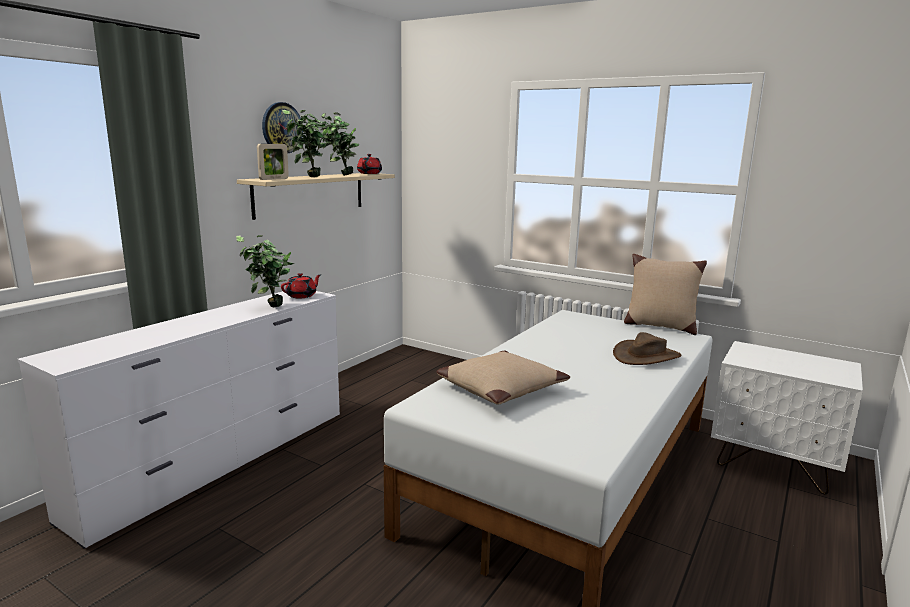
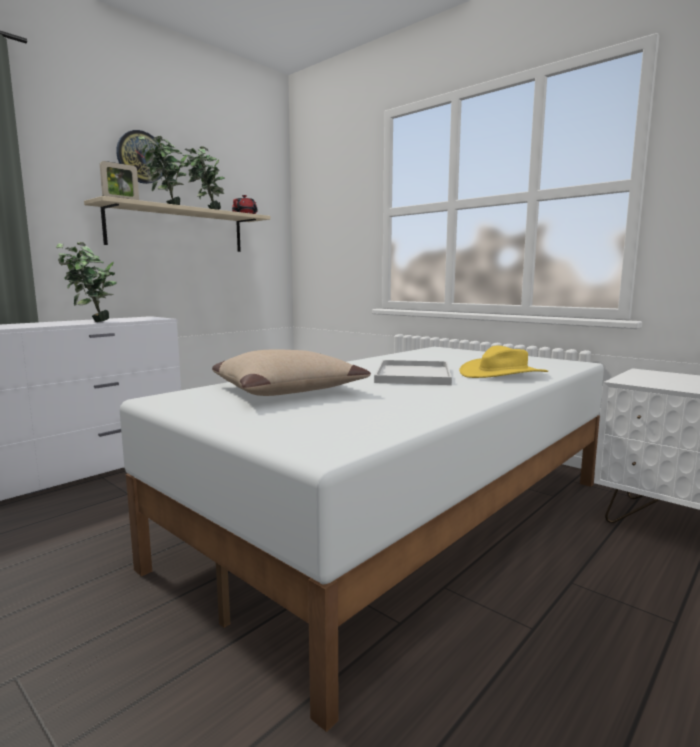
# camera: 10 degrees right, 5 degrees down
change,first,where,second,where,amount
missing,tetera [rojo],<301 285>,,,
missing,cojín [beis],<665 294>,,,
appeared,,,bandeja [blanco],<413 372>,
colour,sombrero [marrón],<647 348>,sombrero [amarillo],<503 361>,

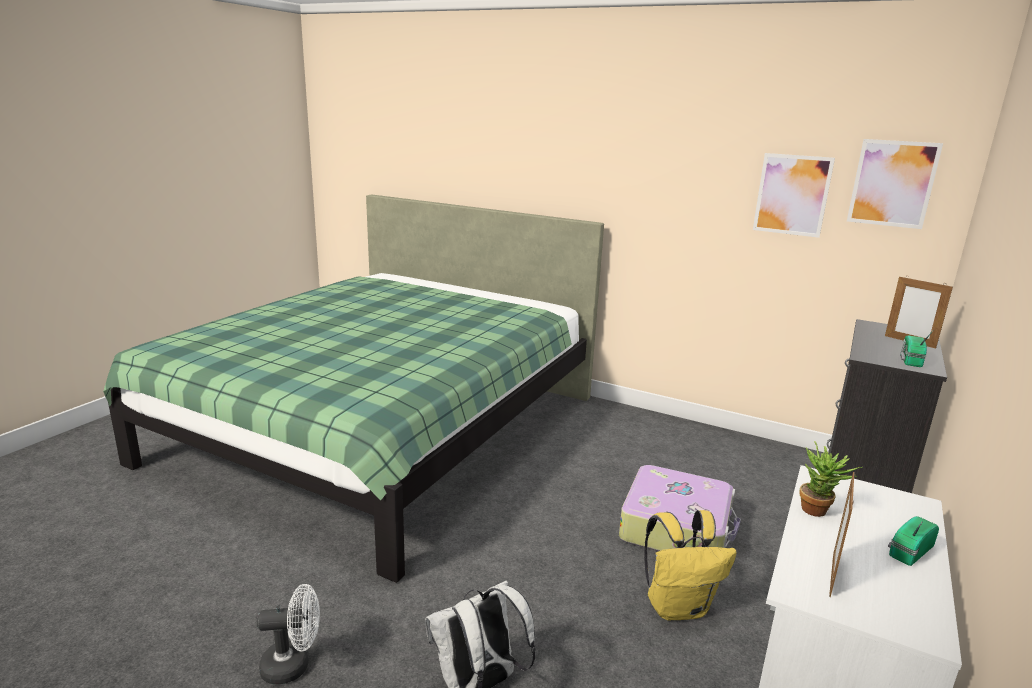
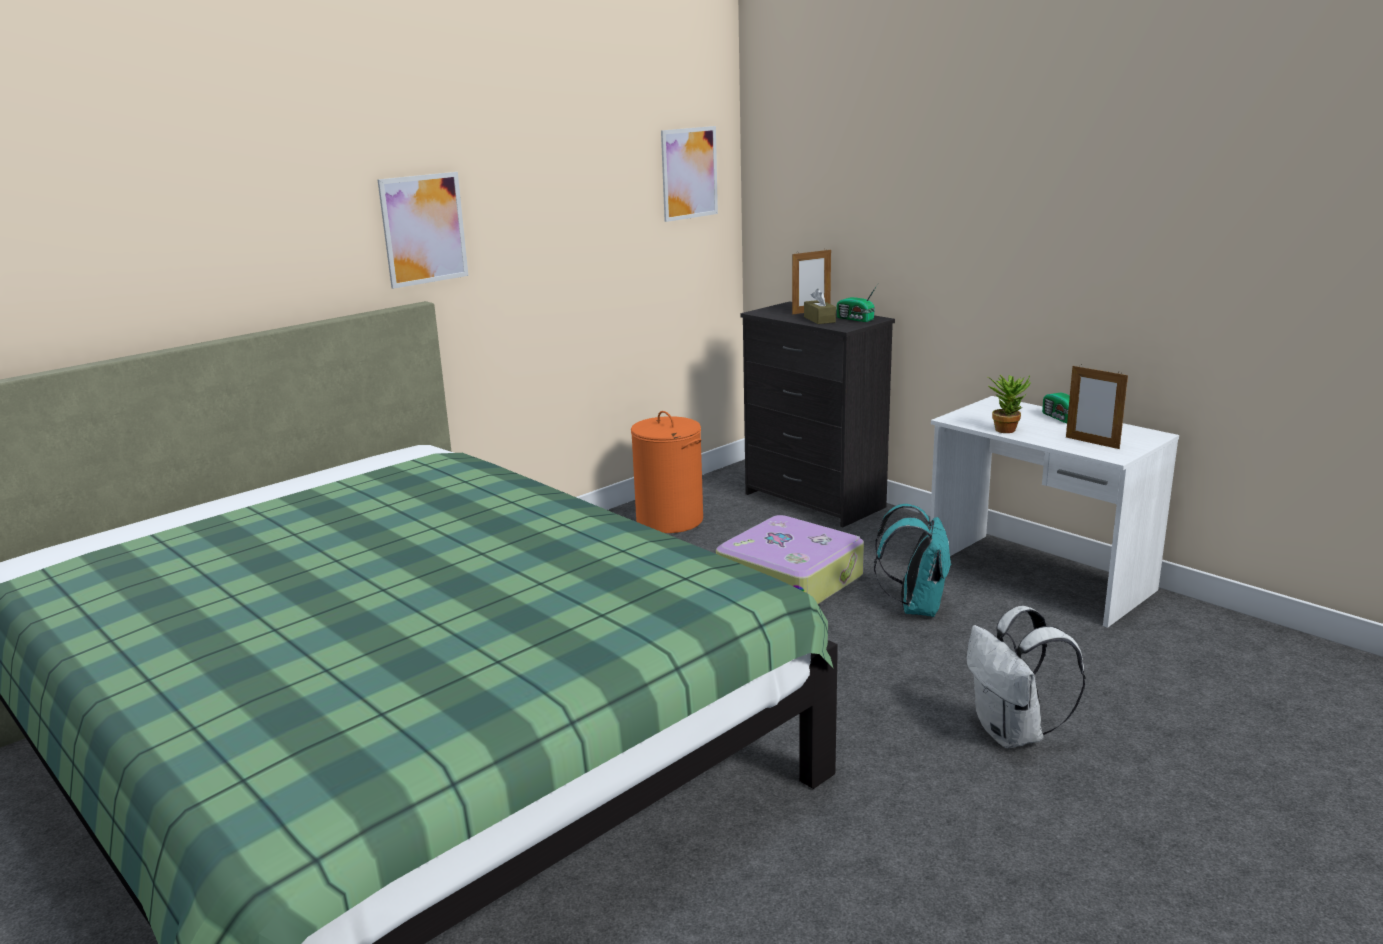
# camera: 70 degrees left, 0 degrees up
change,first,where,second,where,amount
missing,ventilador [blanco],<288 634>,,,
appeared,,,cesto de la ropa [naranja],<667 472>,
appeared,,,caja de pañuelos [marrón],<820 306>,
relocated,cuadro,<794 195>,,<423 230>,
colour,mochila [amarillo],<690 565>,mochila [turquesa],<913 560>,

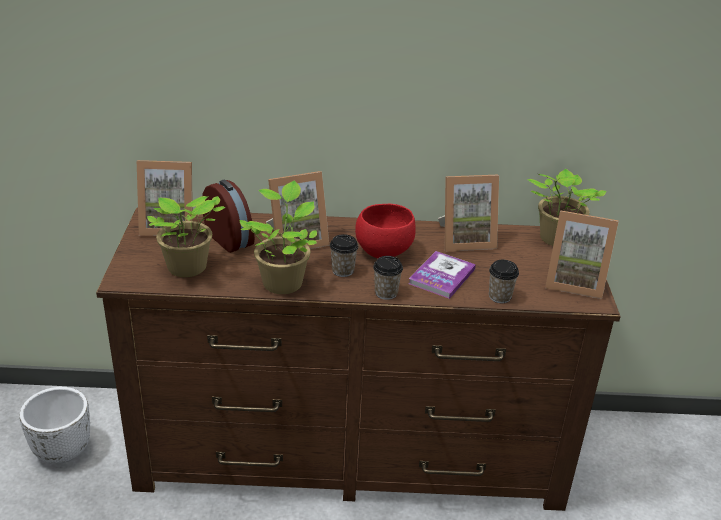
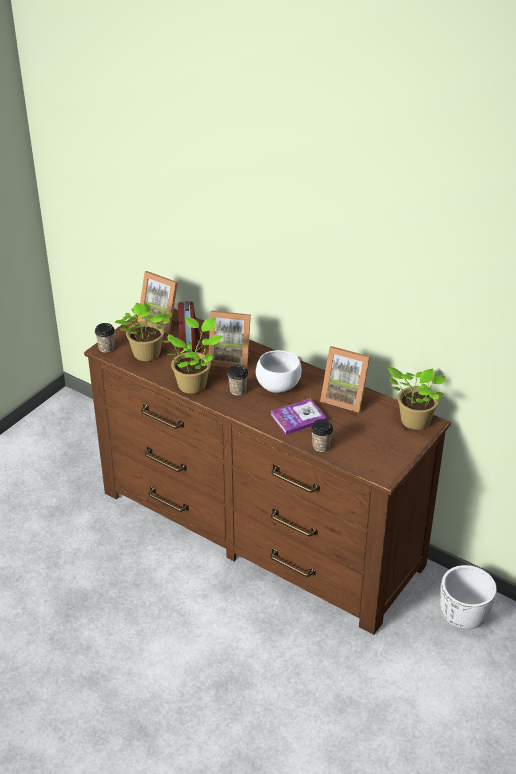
# camera: 35 degrees right, 5 degrees up
change,first,where,second,where,amount
missing,portarretratos,<582 254>,,,
relocated,maceta [blanco],<54 425>,,<468 597>,
relocated,taza,<388 278>,,<105 338>,
colour,cuenco [rojo],<385 231>,cuenco [blanco],<279 371>,

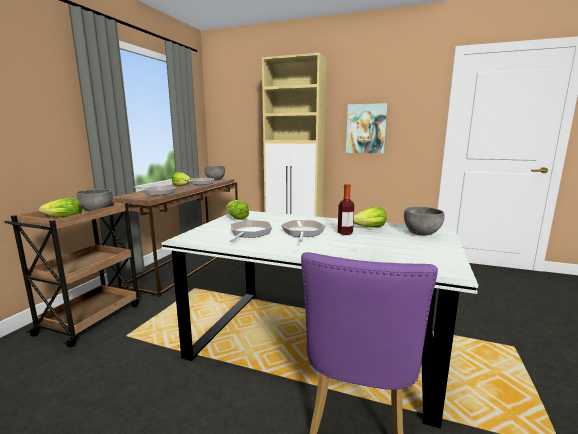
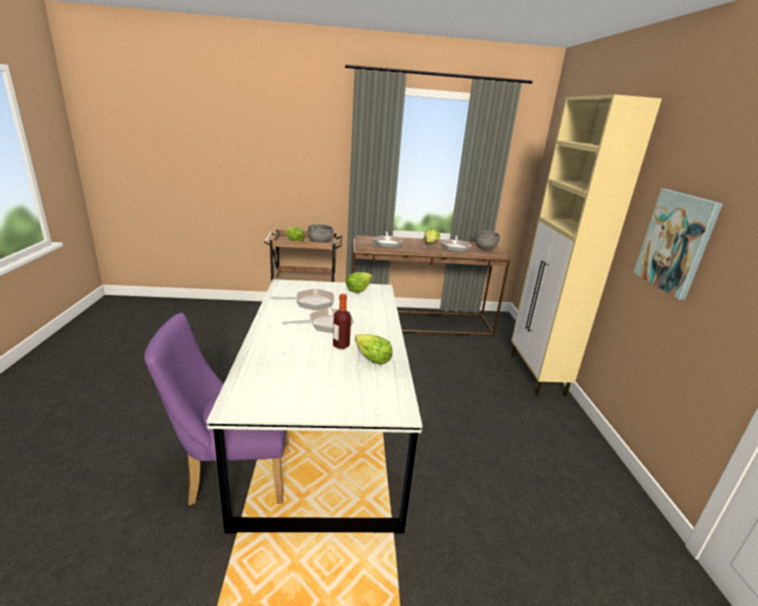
# camera: 65 degrees right, 10 degrees up
change,first,where,second,where,amount
missing,cuenco [gris],<424 221>,,,

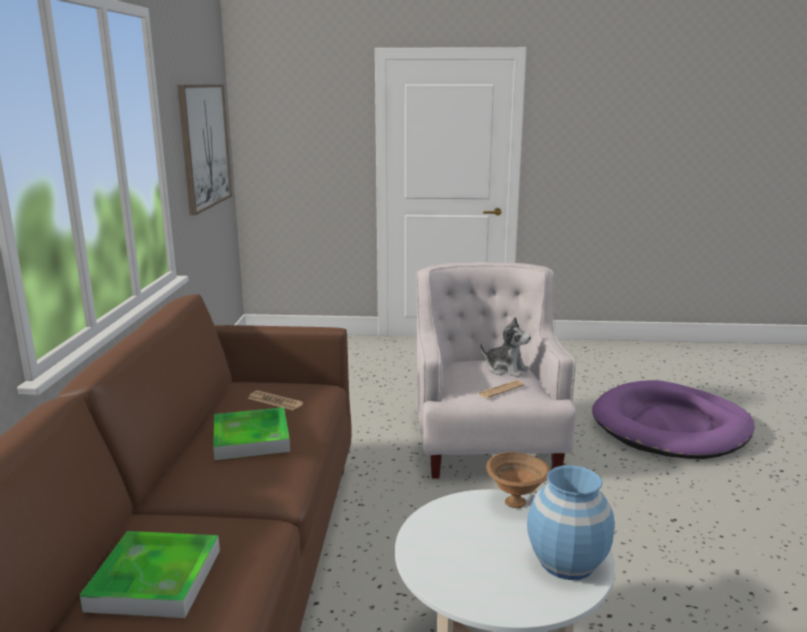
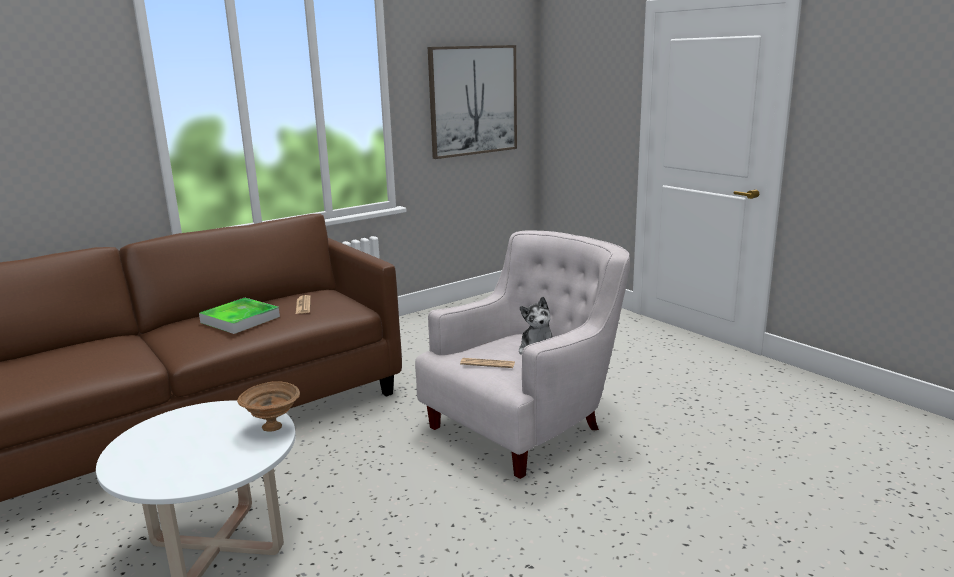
# camera: 50 degrees right, 0 degrees up
change,first,where,second,where,amount
missing,bandeja,<150 574>,,,
missing,florero [azul],<571 522>,,,
missing,cama para perro [morado],<673 419>,,,

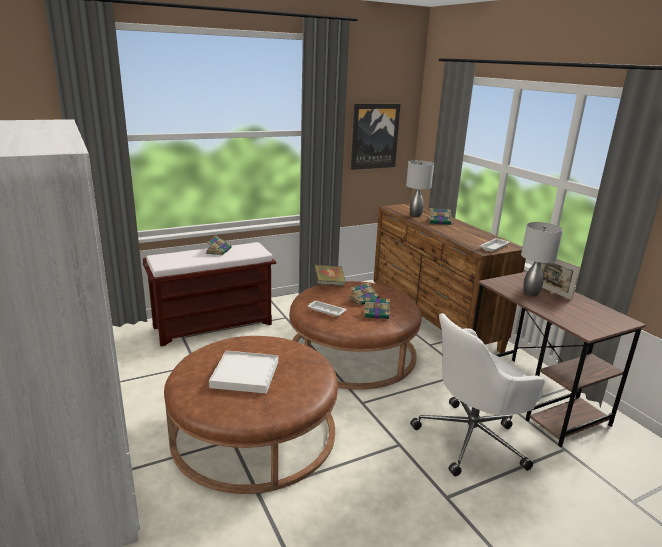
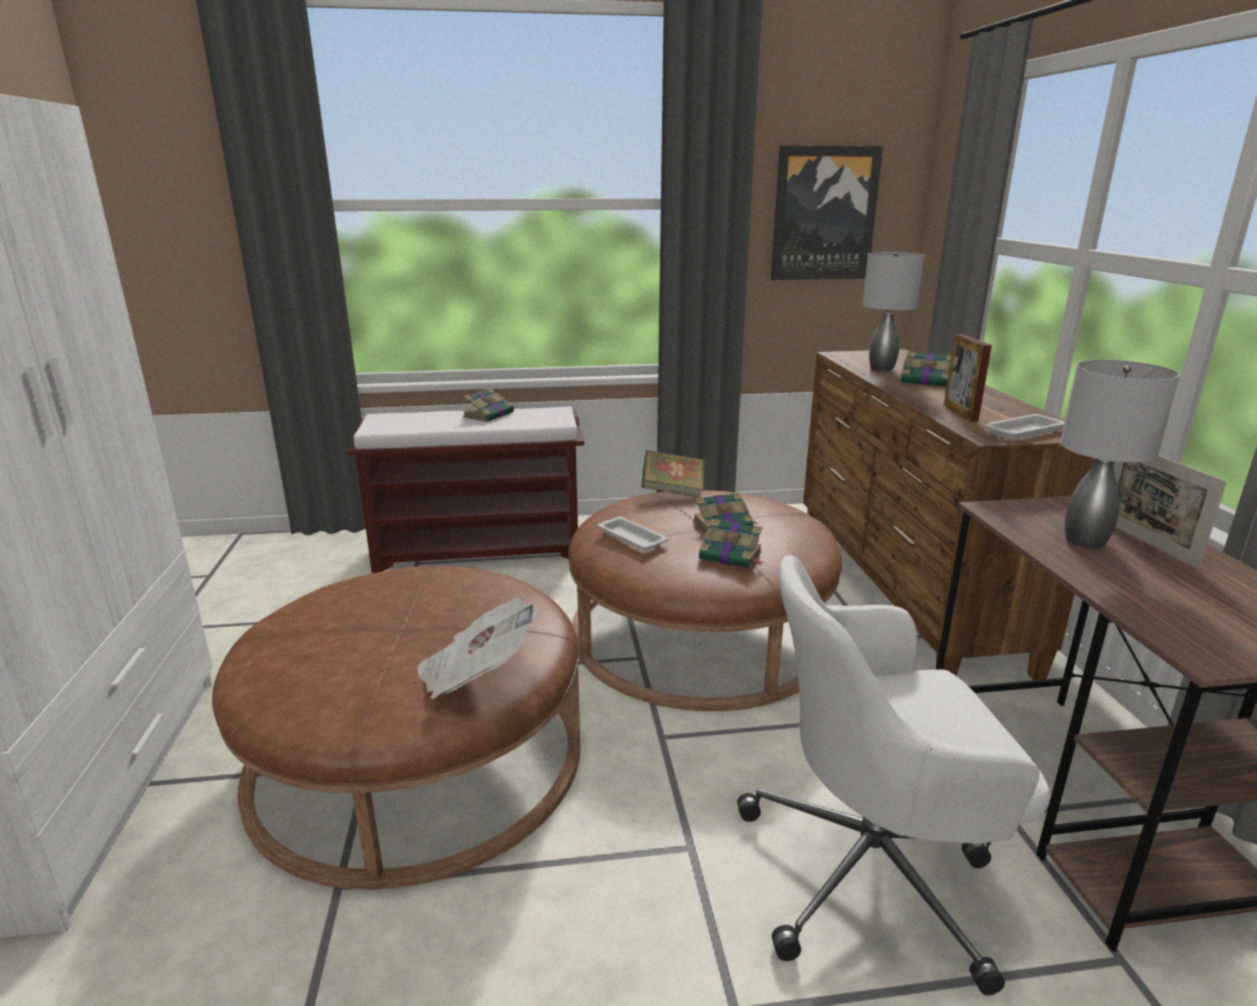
# camera: 20 degrees right, 0 degrees up
change,first,where,second,where,amount
missing,bandeja [blanco],<243 372>,,,
appeared,,,periódico,<478 648>,
appeared,,,portarretratos,<968 378>,

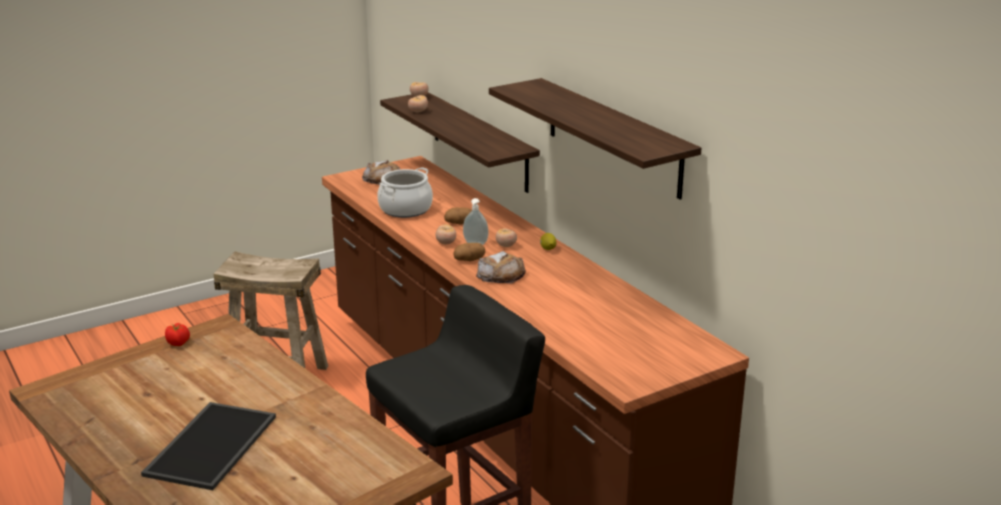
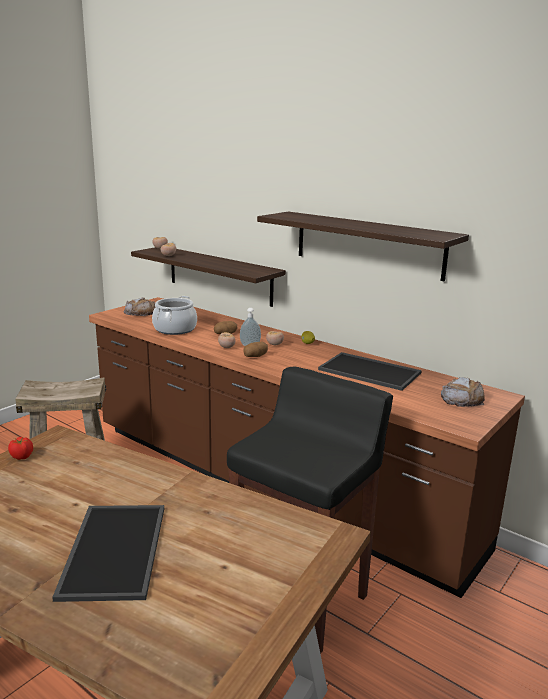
# camera: 20 degrees left, 5 degrees down
change,first,where,second,where,amount
appeared,,,bandeja,<370 371>,
relocated,pan,<501 267>,,<463 392>,

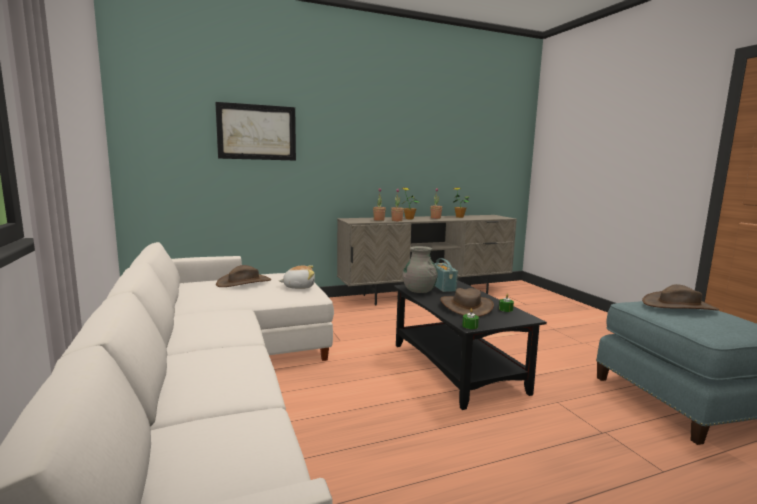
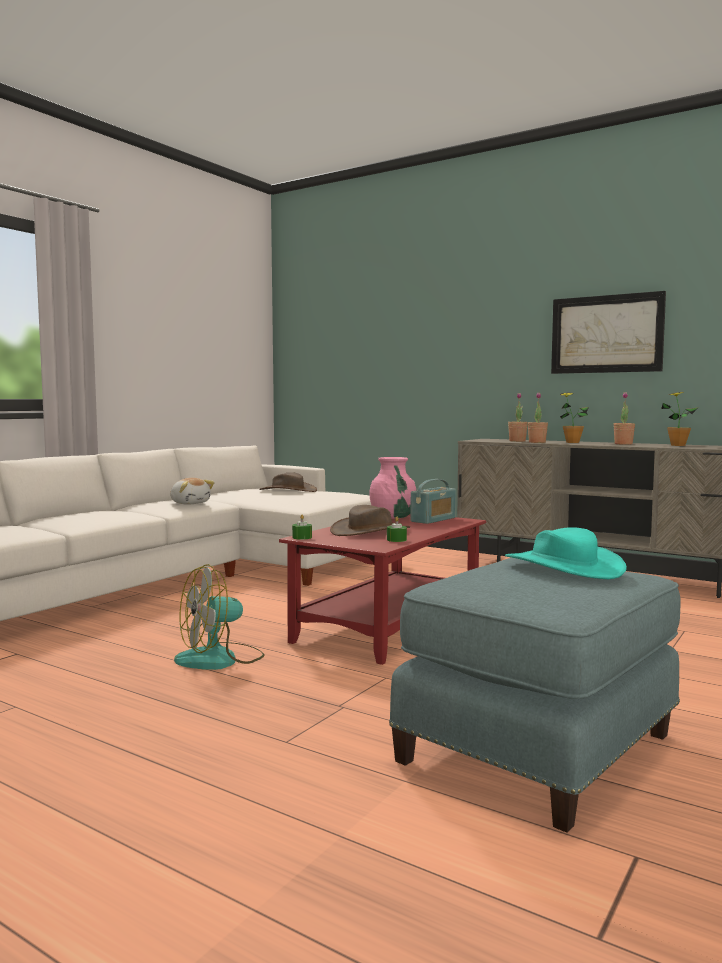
# camera: 55 degrees right, 5 degrees down
change,first,where,second,where,amount
appeared,,,ventilador,<219 617>,
relocated,cuadro,<255 131>,,<608 332>,
relocated,peluche,<297 277>,,<192 491>,
colour,mesa de centro [negro],<470 345>,mesa de centro [rojo],<382 589>,
colour,florero [gris],<420 269>,florero [rosa],<392 488>,
colour,sombrero [marrón],<680 297>,sombrero [turquesa],<566 553>,

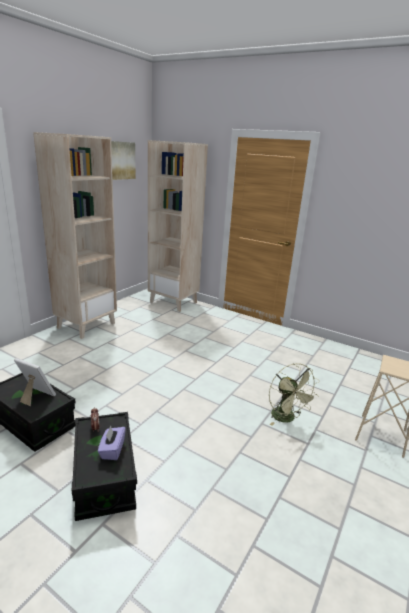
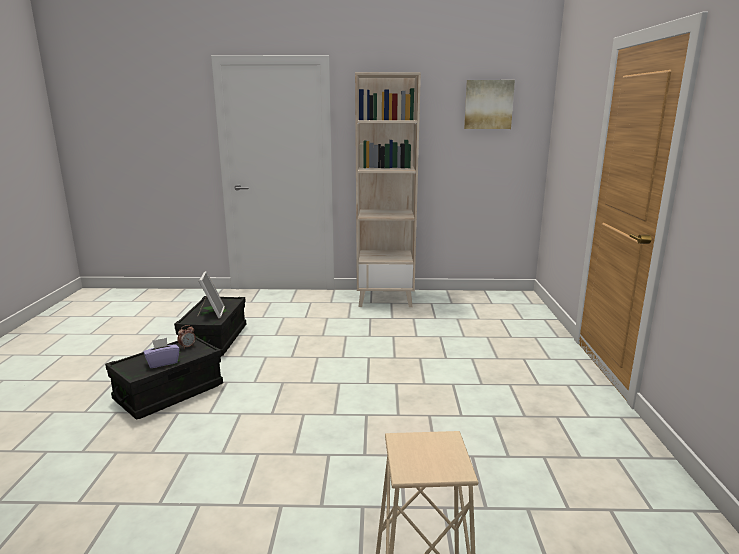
# camera: 60 degrees right, 5 degrees down
change,first,where,second,where,amount
missing,estantería [beis],<178 226>,,,
missing,ventilador [verde],<294 394>,,,

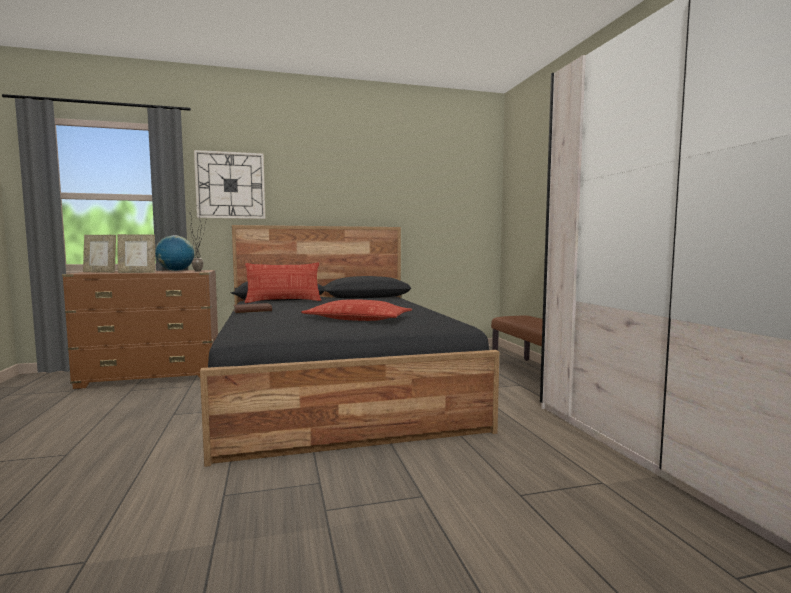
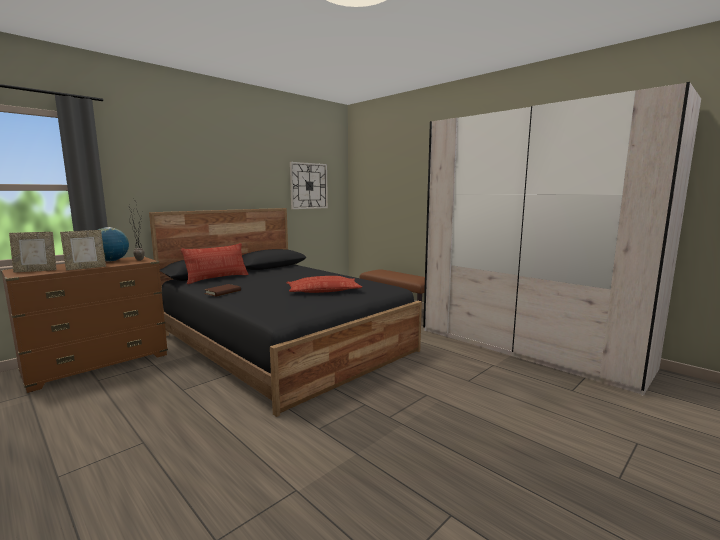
# camera: 30 degrees left, 5 degrees up
change,first,where,second,where,amount
relocated,reloj de pared,<229 184>,,<309 185>,

